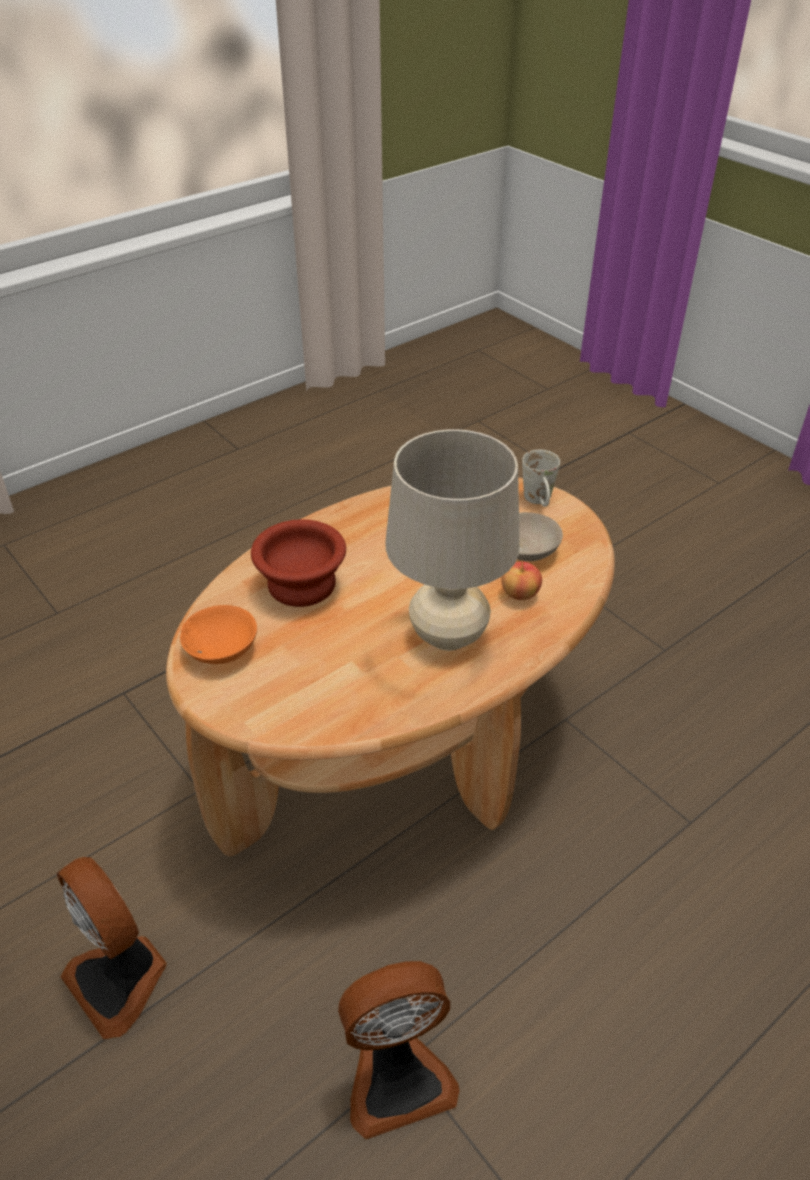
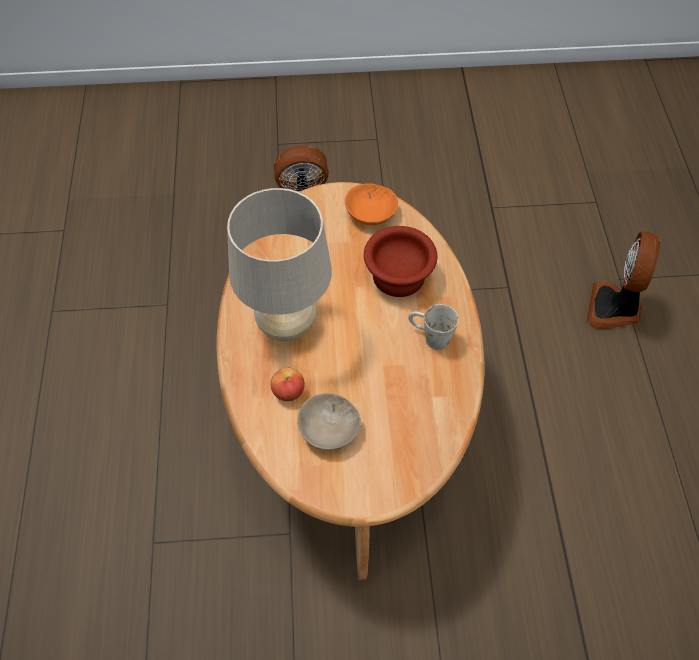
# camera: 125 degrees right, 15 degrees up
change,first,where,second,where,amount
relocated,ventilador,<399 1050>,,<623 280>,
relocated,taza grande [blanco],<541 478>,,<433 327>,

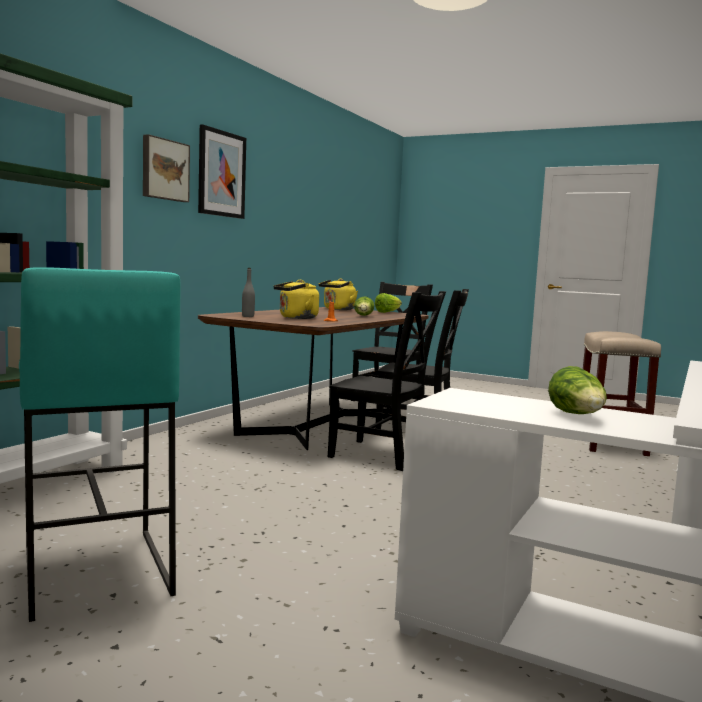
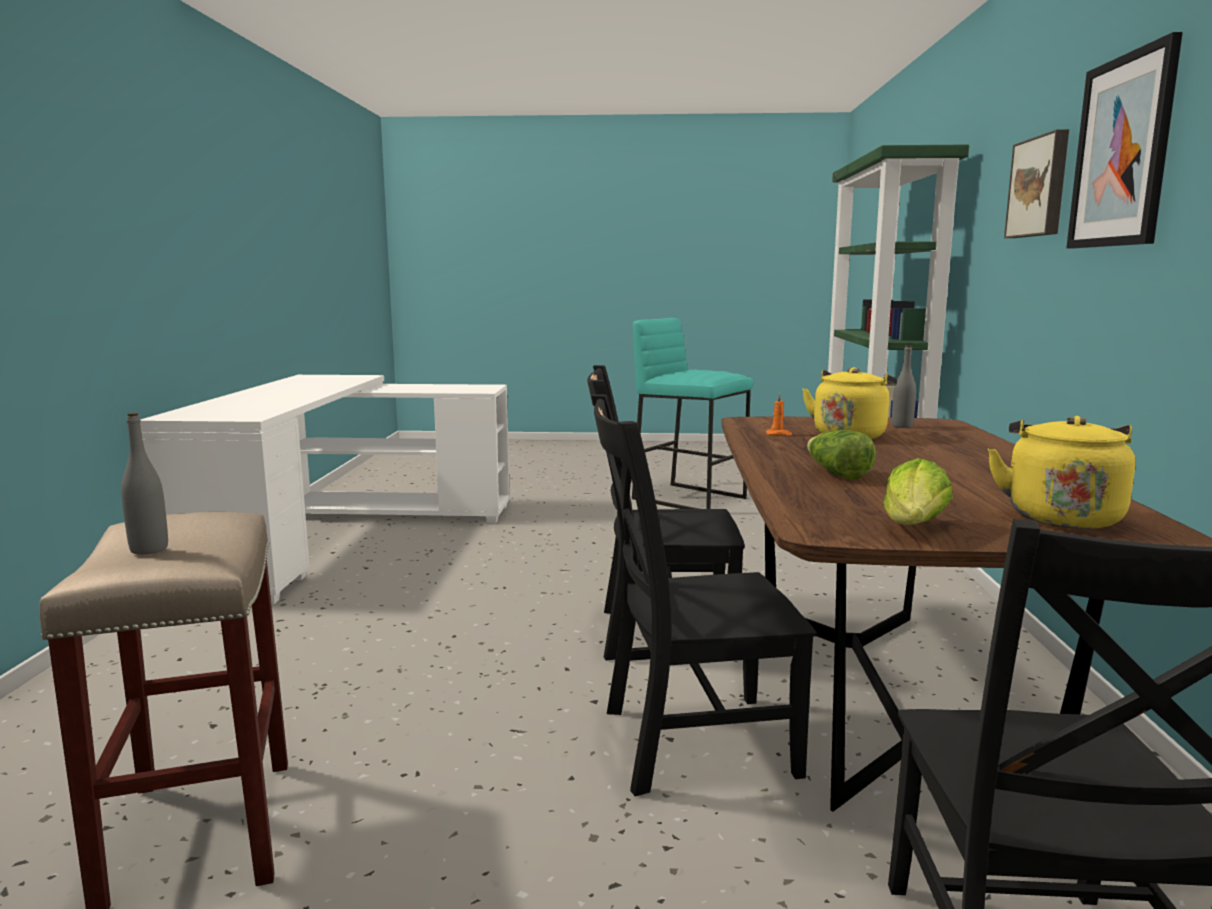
# camera: 155 degrees right, 5 degrees up
change,first,where,second,where,amount
missing,lechuga,<577 390>,,,
appeared,,,botella [gris],<144 484>,

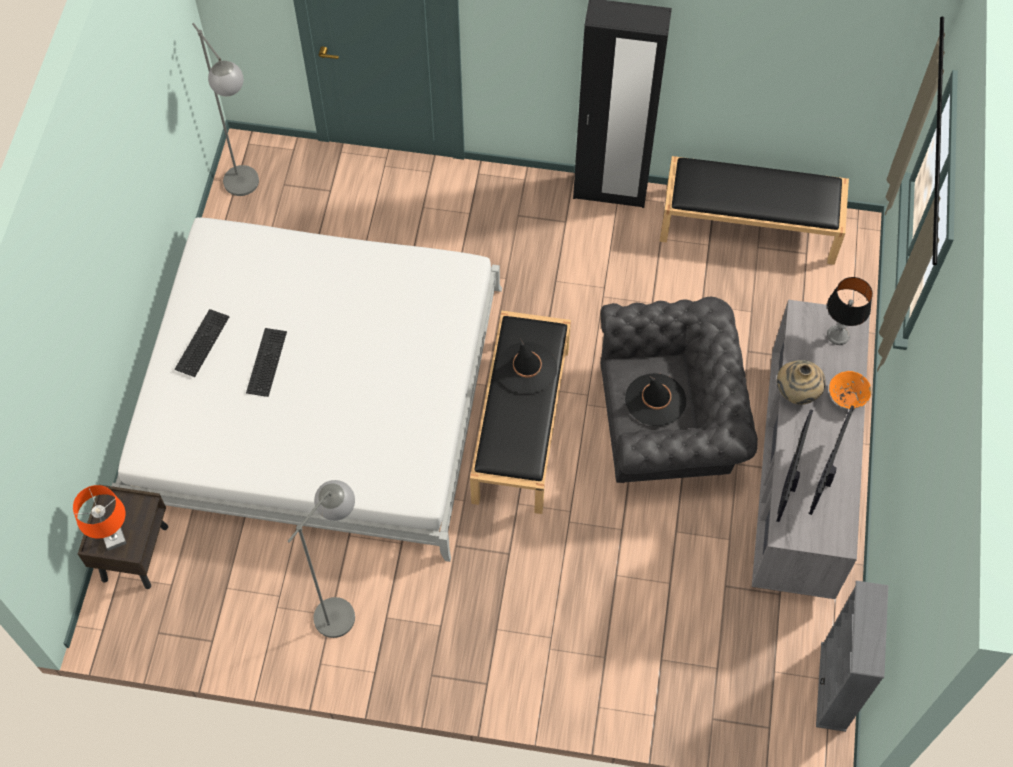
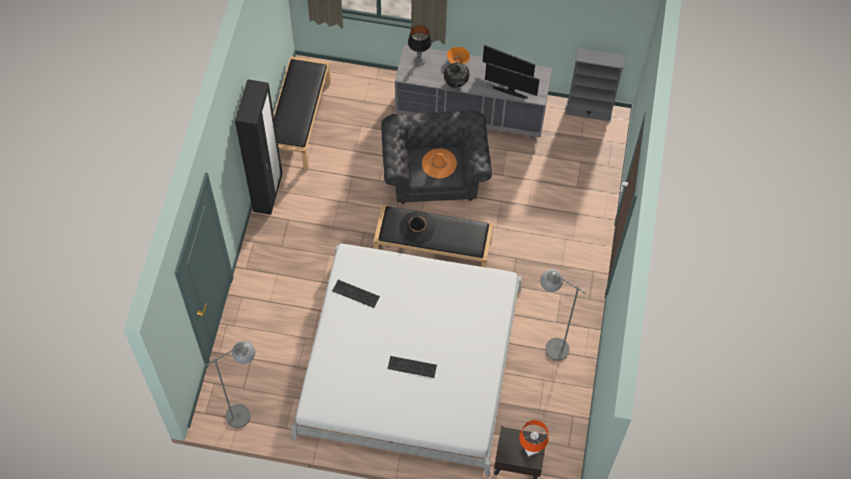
# camera: 90 degrees left, 0 degrees up
change,first,where,second,where,amount
relocated,teclado,<202 343>,,<356 294>,
colour,sombrero [negro],<655 399>,sombrero [naranja],<439 163>,
colour,florero [beis],<801 382>,florero [negro],<457 75>,

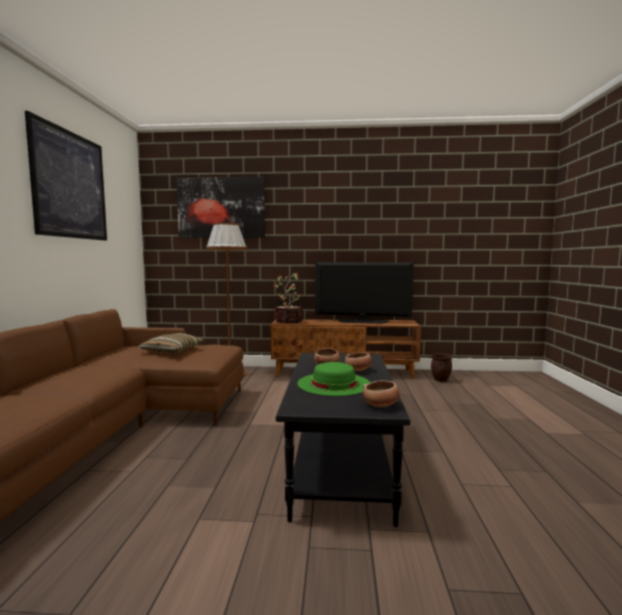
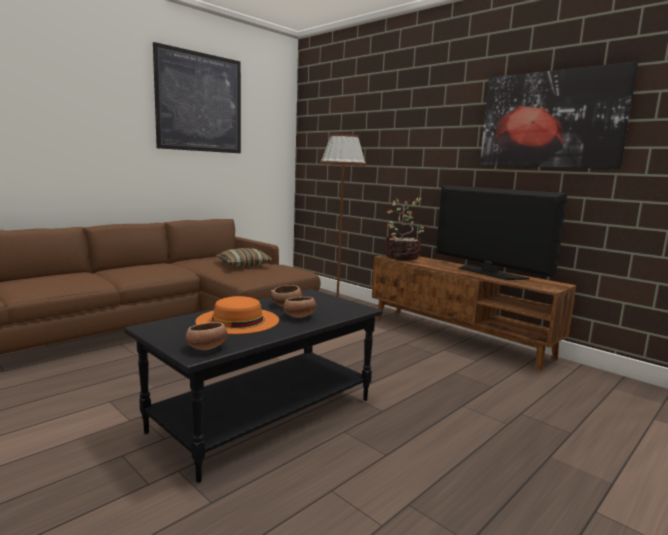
# camera: 40 degrees right, 5 degrees up
change,first,where,second,where,amount
missing,maceta [marrón],<442 367>,,,
relocated,cuadro,<220 207>,,<559 115>,
colour,sombrero [verde],<334 379>,sombrero [naranja],<237 315>,

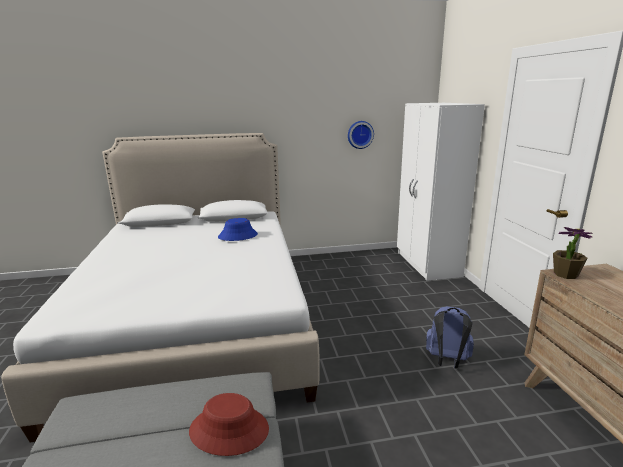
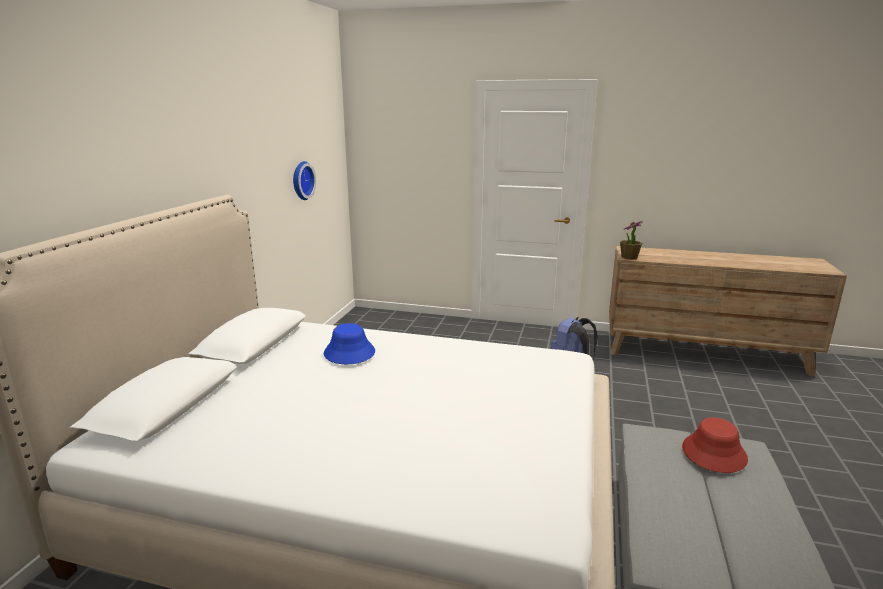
# camera: 65 degrees left, 0 degrees up
change,first,where,second,where,amount
missing,armario ropero [blanco],<441 192>,,,

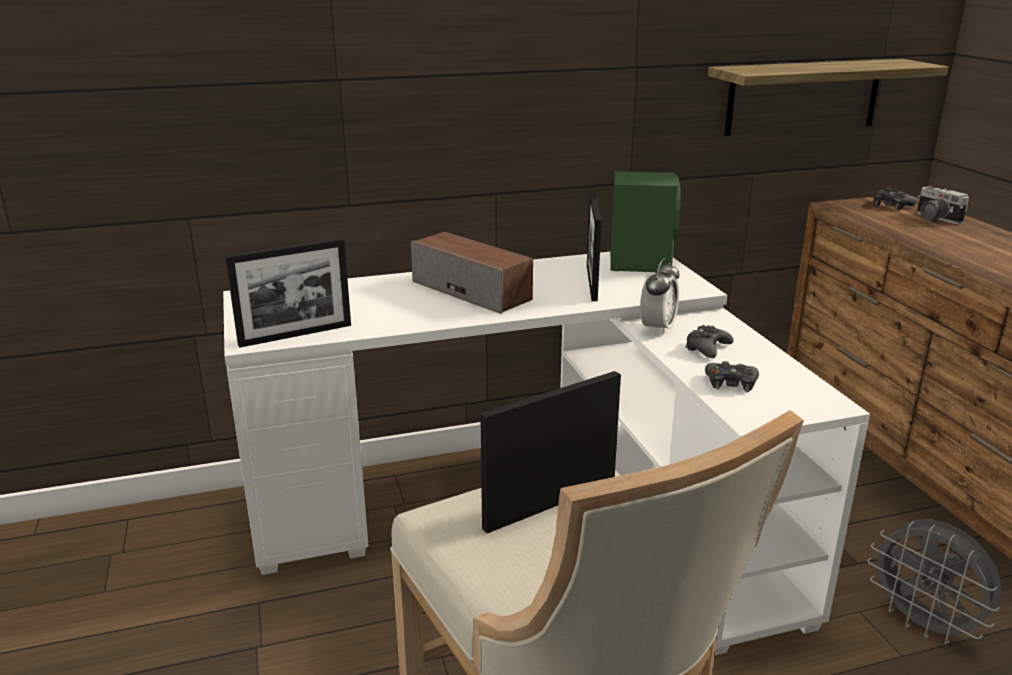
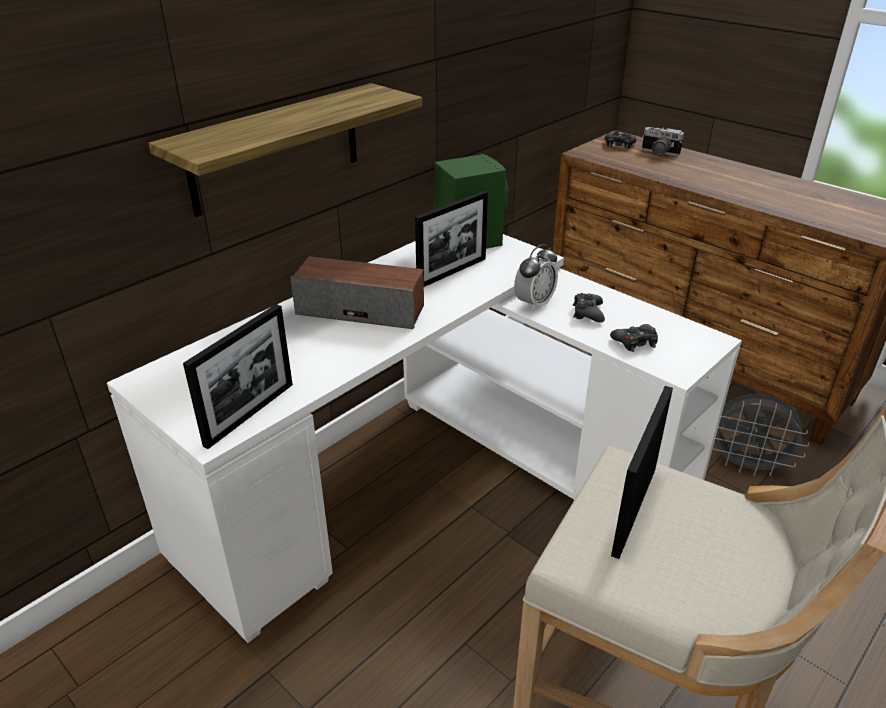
# camera: 30 degrees left, 10 degrees up
change,first,where,second,where,amount
relocated,estante,<828 97>,,<285 150>,
spun,portarretratos,<594 246>,,<451 239>,105 degrees counterclockwise
spun,despertador,<659 297>,,<536 277>,45 degrees clockwise

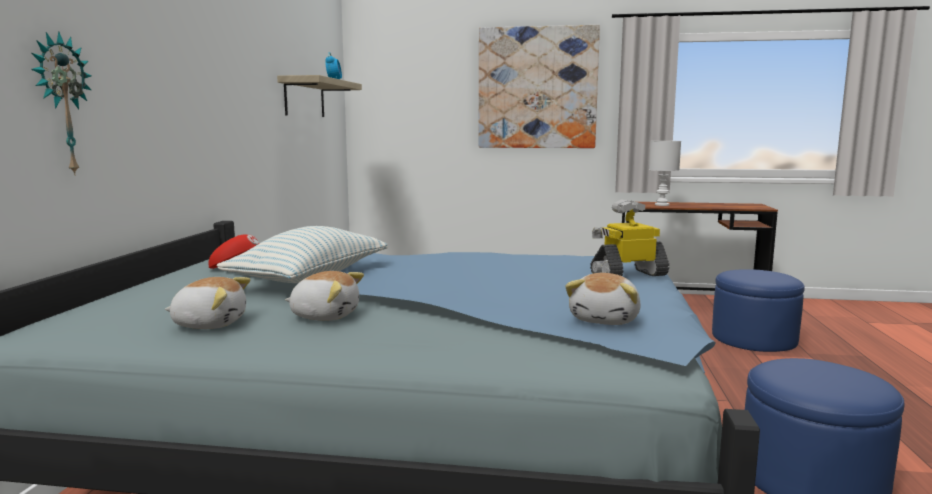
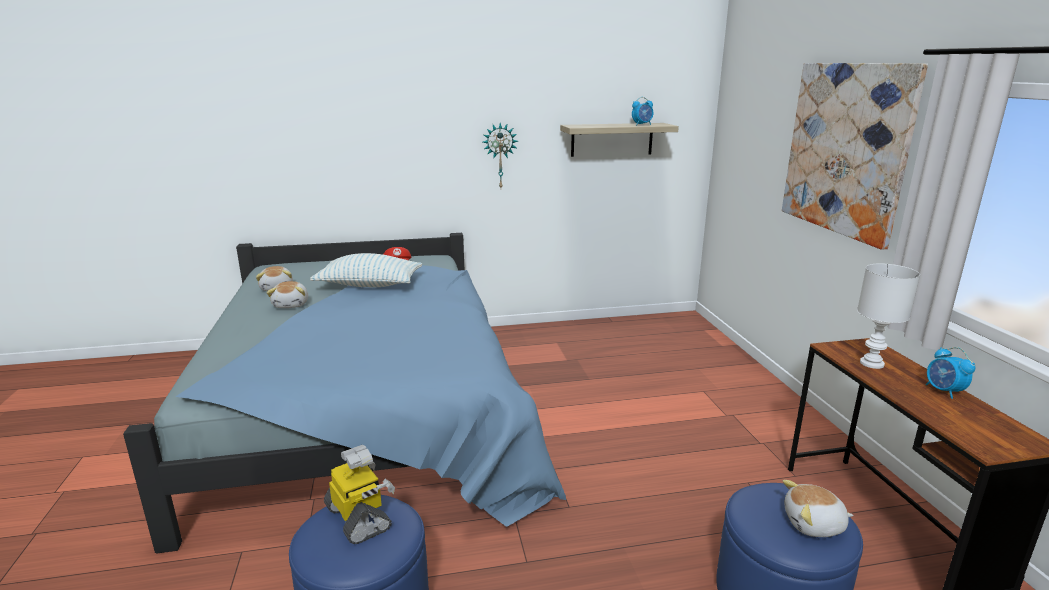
# camera: 70 degrees right, 10 degrees up
change,first,where,second,where,amount
appeared,,,despertador,<951 373>,
relocated,reloj de pared,<61 103>,,<500 155>,
relocated,peluche,<603 299>,,<818 508>,
relocated,robot de juguete,<629 237>,,<359 494>,

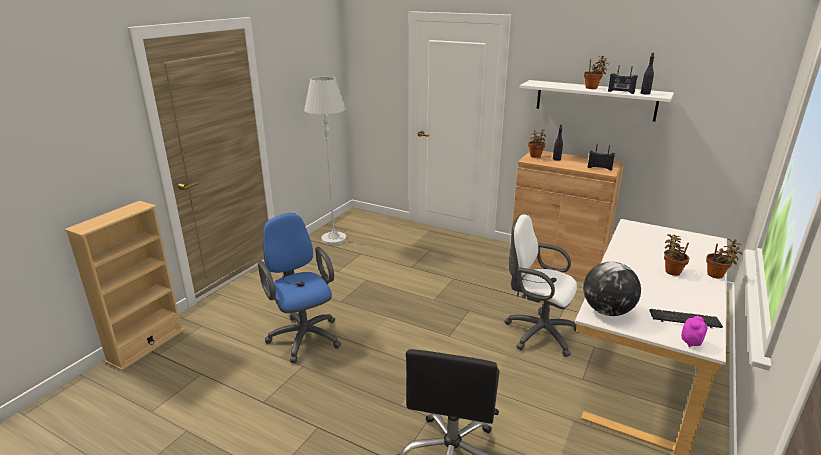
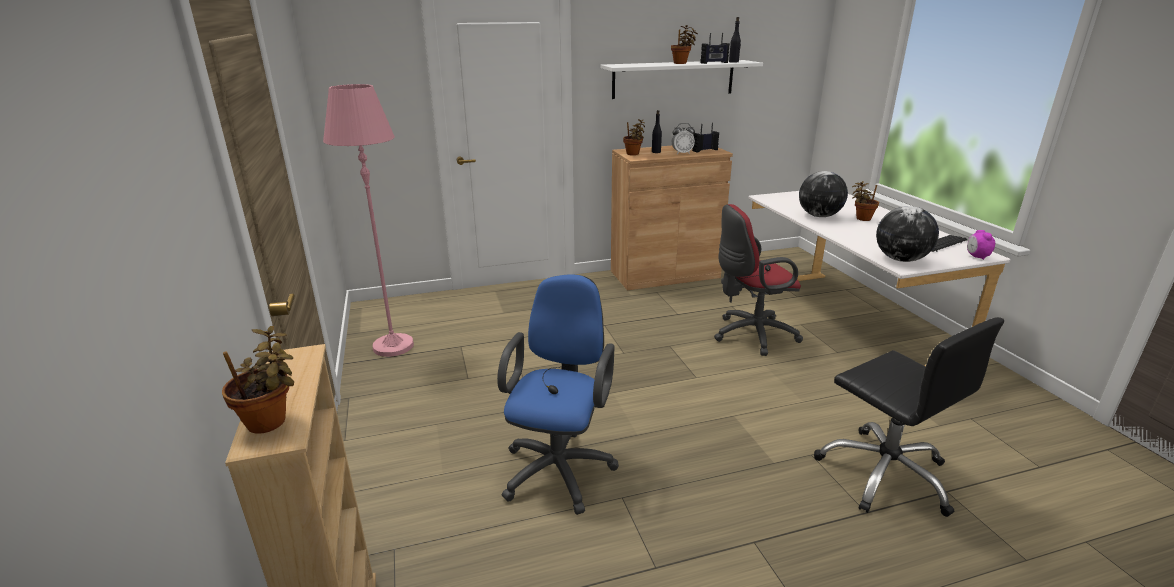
# camera: 45 degrees left, 0 degrees up
change,first,where,second,where,amount
appeared,,,despertador,<683 138>,
appeared,,,globo terráqueo,<823 194>,
relocated,planta en maceta,<724 259>,,<258 380>,
colour,lámpara de pie [blanco],<325 160>,lámpara de pie [rosa],<368 220>,
colour,silla de oficina [blanco],<541 285>,silla de oficina [rojo],<758 280>,
spun,silla de oficina [azul],<299 288>,,<558 394>,90 degrees clockwise

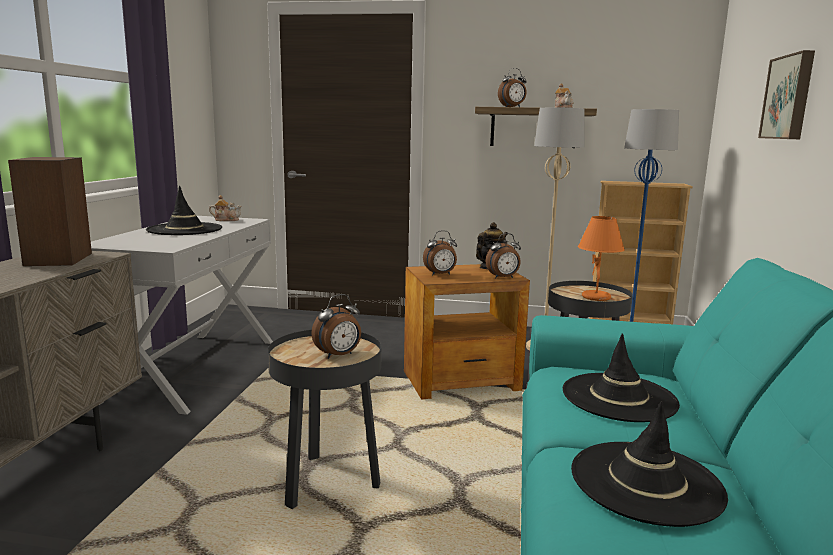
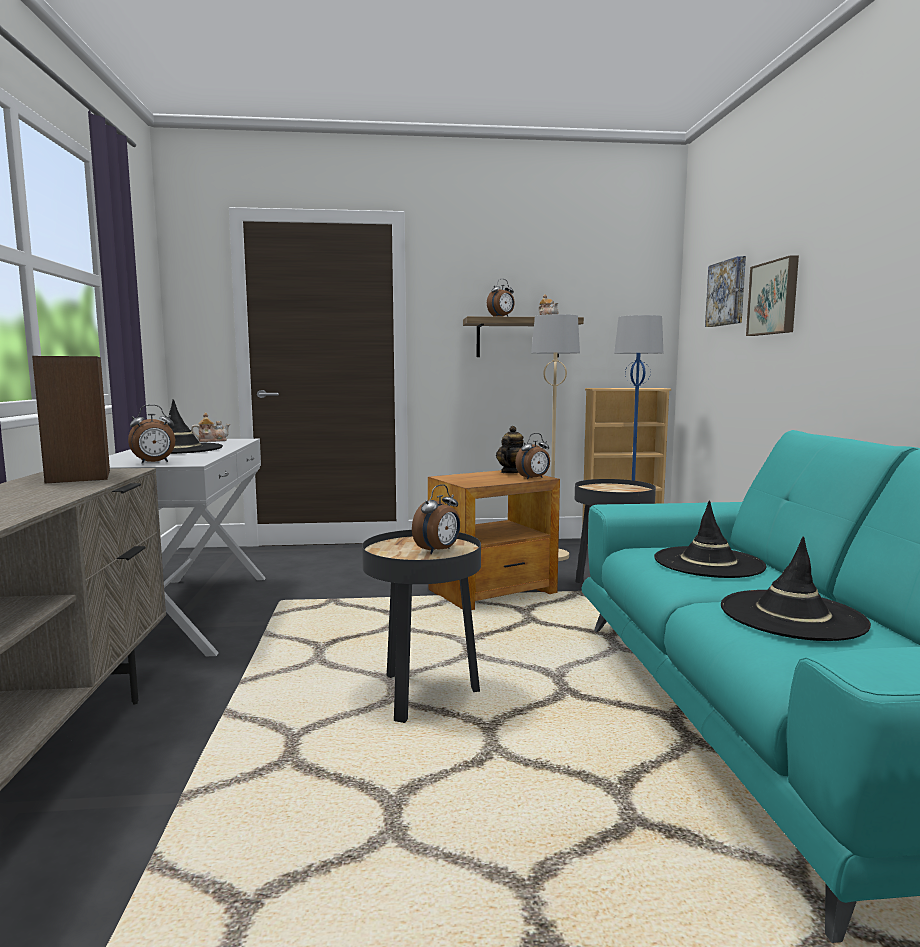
# camera: 15 degrees left, 5 degrees down
change,first,where,second,where,amount
missing,lámpara de mesa [naranja],<601 258>,,,
appeared,,,cuadro,<725 291>,
relocated,despertador,<440 252>,,<151 434>,

